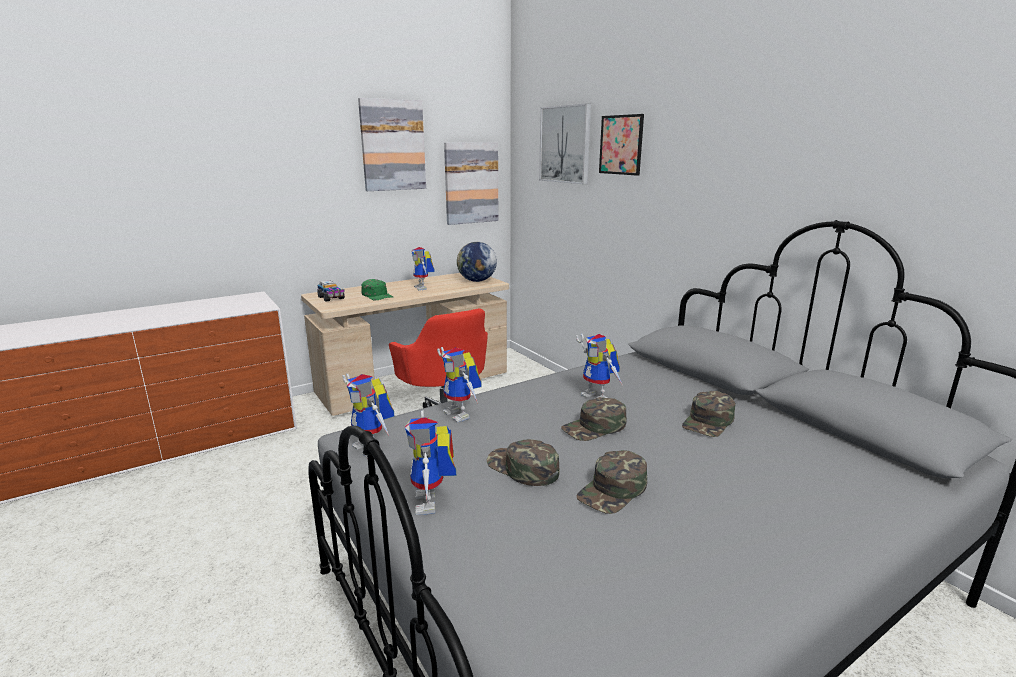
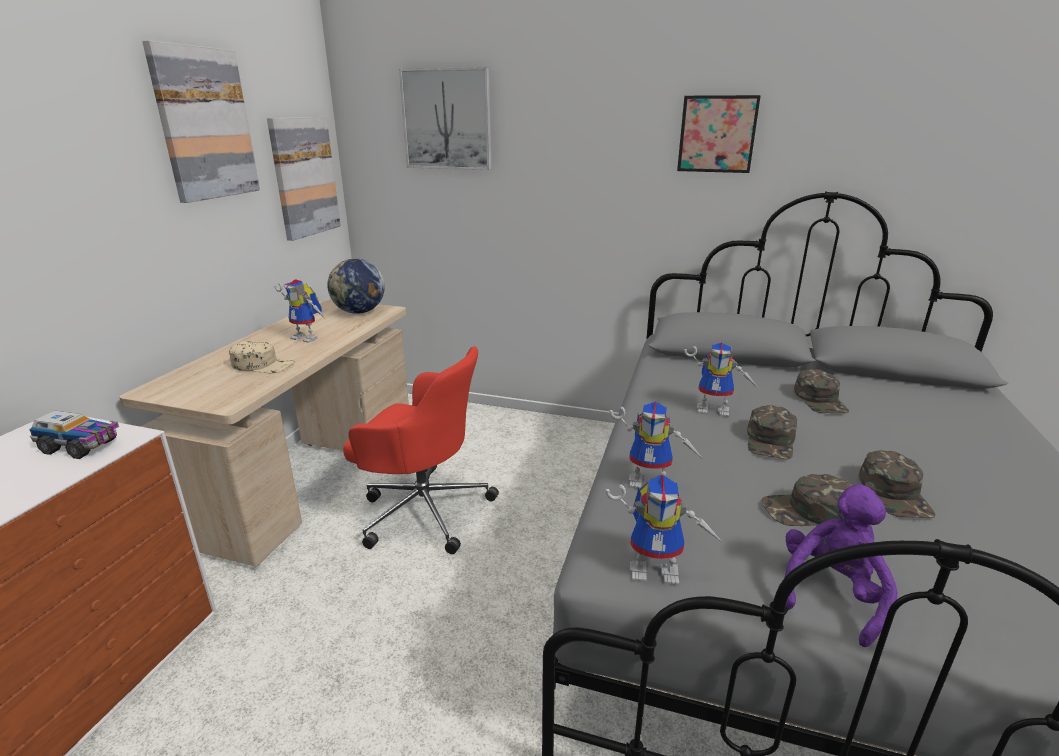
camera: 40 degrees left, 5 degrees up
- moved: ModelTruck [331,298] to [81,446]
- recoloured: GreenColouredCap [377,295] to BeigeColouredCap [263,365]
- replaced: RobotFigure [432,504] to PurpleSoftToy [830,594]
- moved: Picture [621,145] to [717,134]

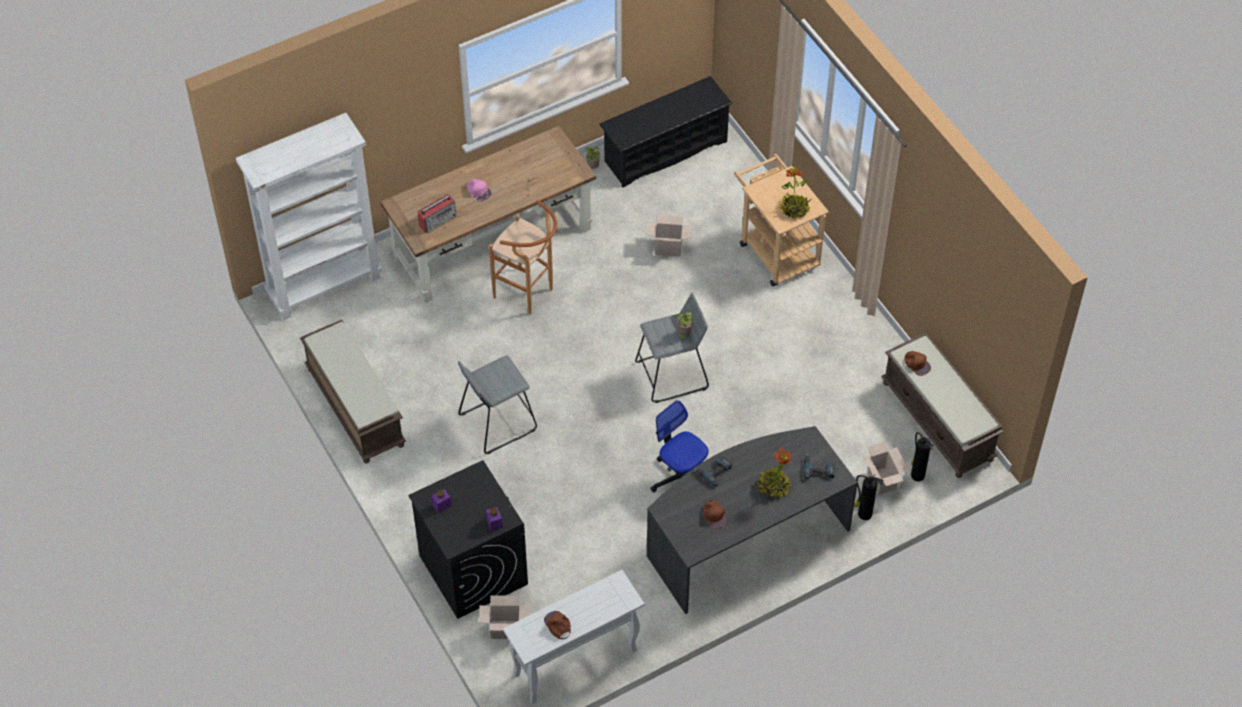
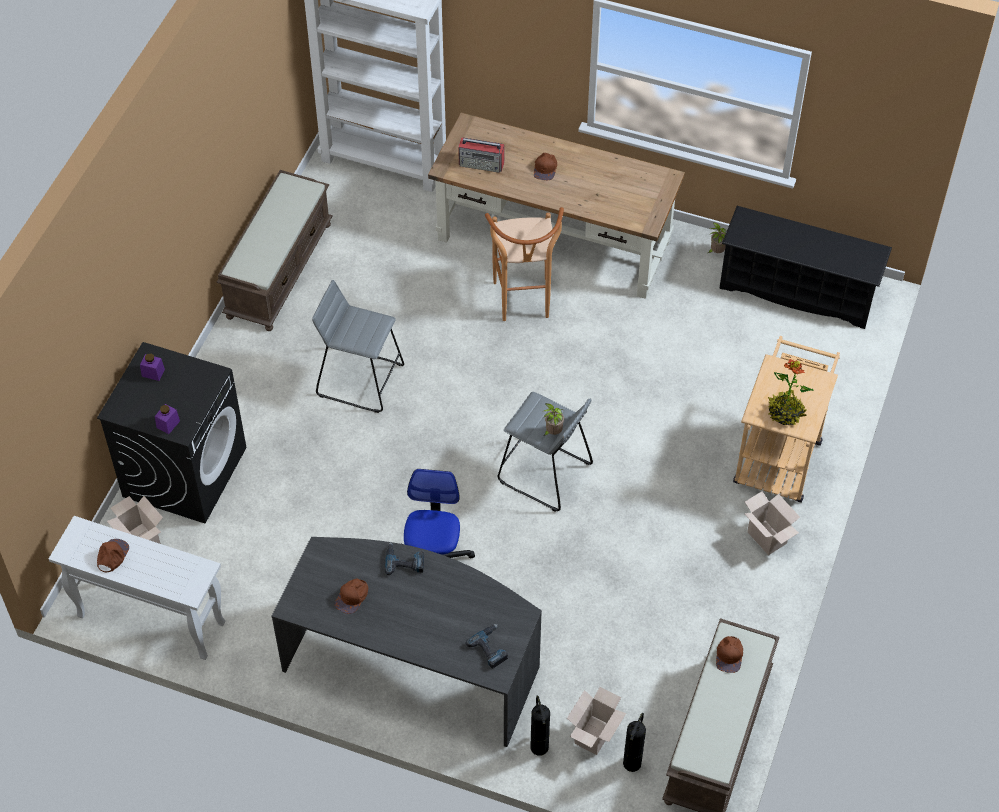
camera: 50 degrees right, 0 degrees up
- recoloured: PinkishCap [478,191] to BrownCap [545,168]
- moved: PackingBox [669,248] to [768,538]
- removed: PlantInAPot [773,487]

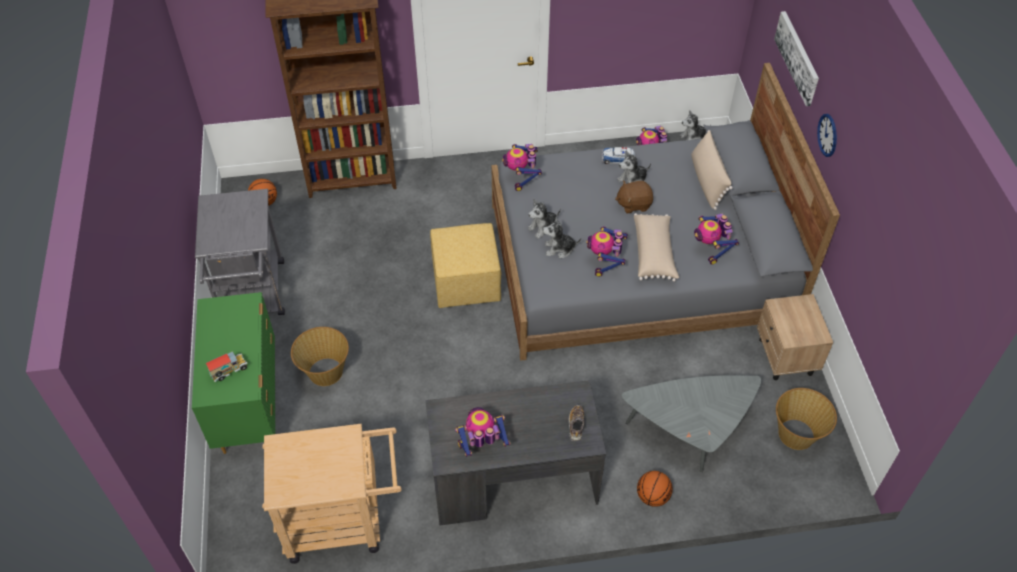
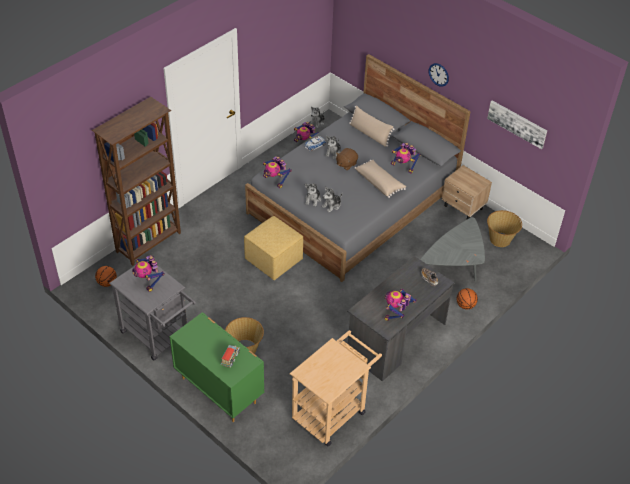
camera: 40 degrees left, 5 degrees down
- moved: RobotFigure [605,262] to [148,281]
- moved: Picture [797,57] to [517,123]

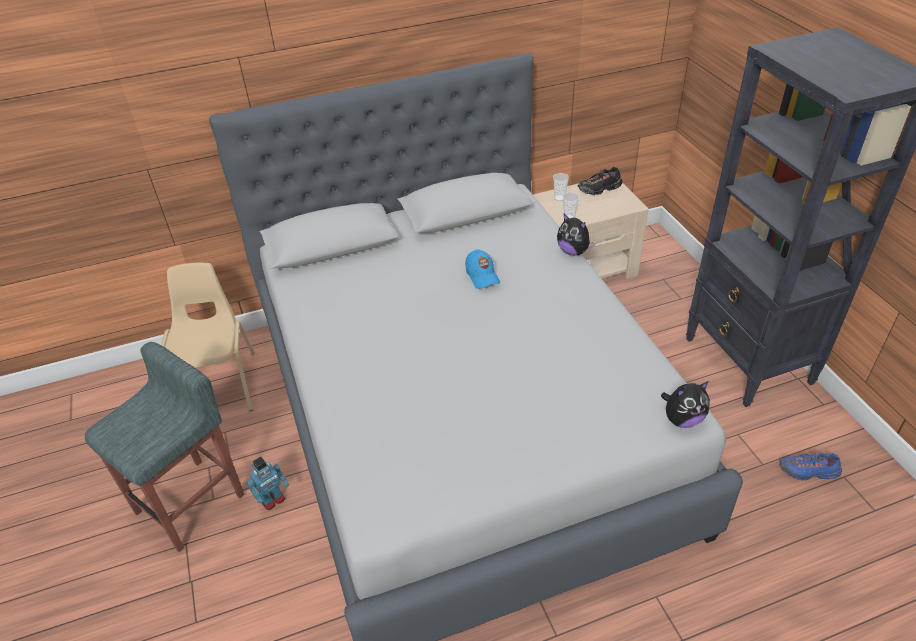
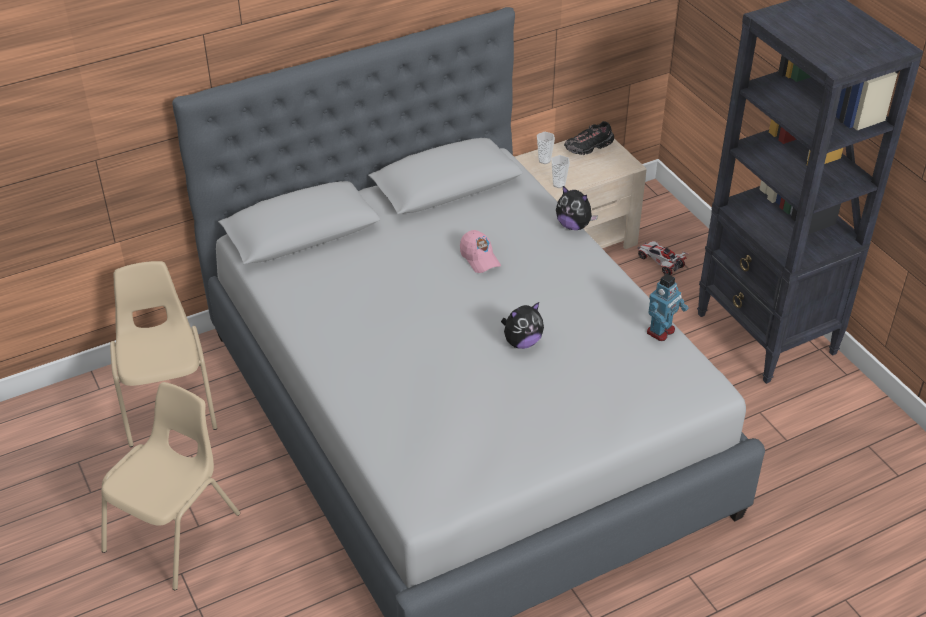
camera: 10 degrees left, 0 degrees up
- replaced: GrayStool [192,502] to BeigeColouredUprightChair [175,532]
- moved: RobotFigure [273,500] to [661,331]
- recoloured: BlueCap [482,276] to PinkishCap [479,258]
- moved: SoftToy [682,419] to [522,342]
- removed: BlueLowShoe [808,472]
- added: ToyCar [660,263]

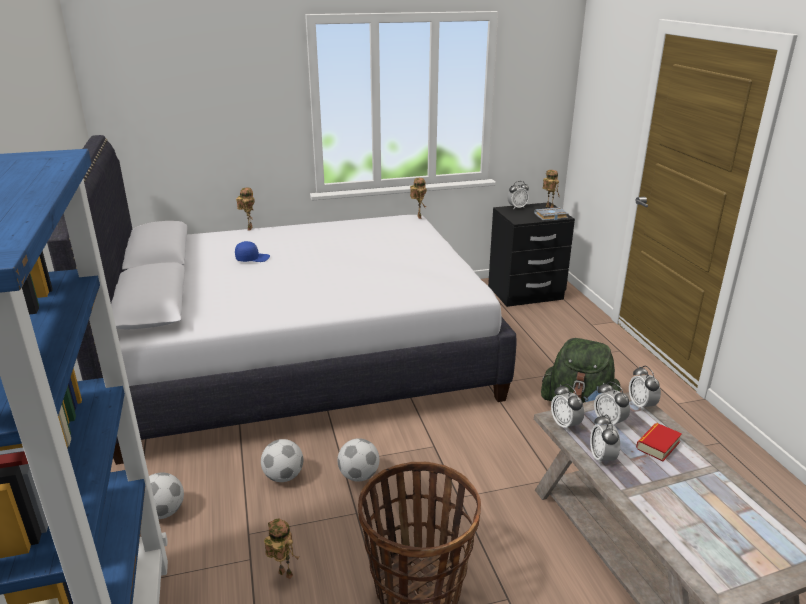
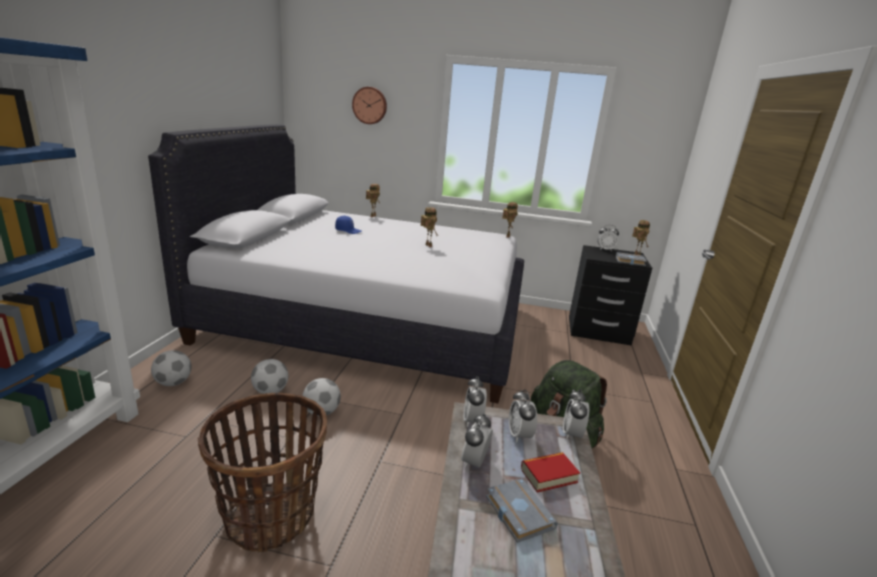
camera: 25 degrees right, 5 degrees down
- moved: RobotFigure [283,575] to [427,245]
- added: ClockOnTheWall [370,105]
- added: GrayBook [517,512]

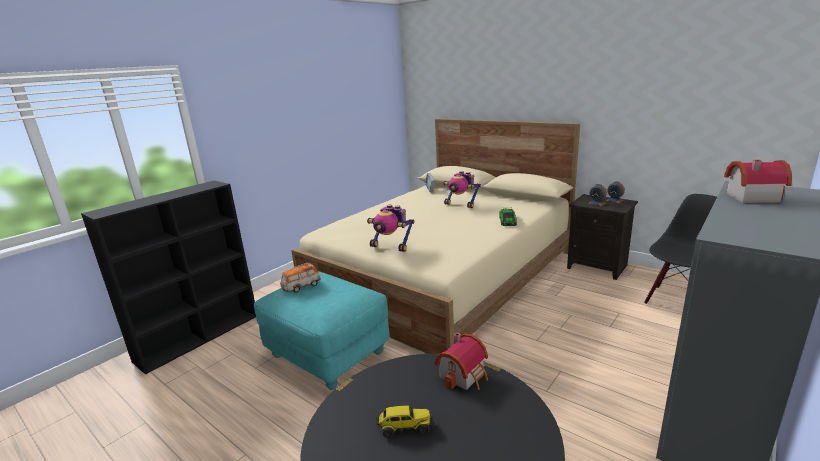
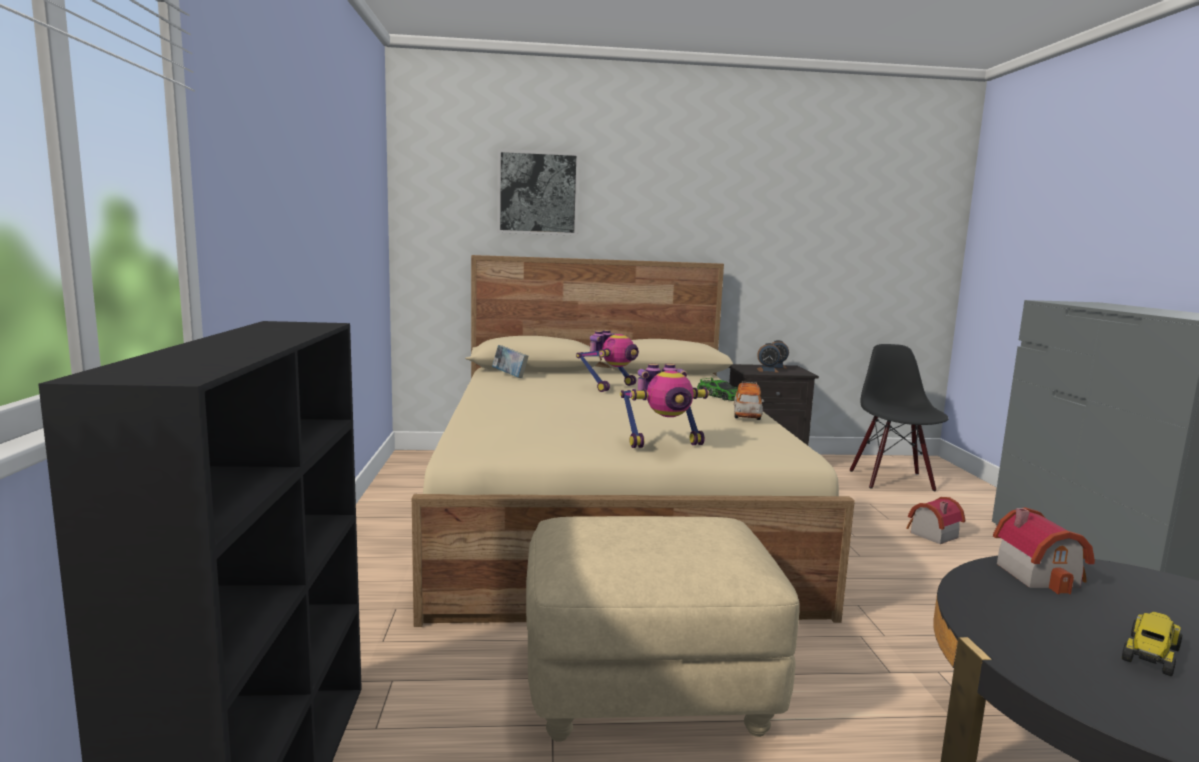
camera: 45 degrees left, 10 degrees down
- recoloured: TurquoiseColouredPouffe [328,354] to BeigeColouredPouffe [648,687]
- moved: ToyCar [301,286] to [747,416]
- turned: RobotFigure [461,204] = [611,387] 45 degrees counterclockwise
- moved: ToyHouse [749,197] to [930,534]
- added: Picture [538,193]

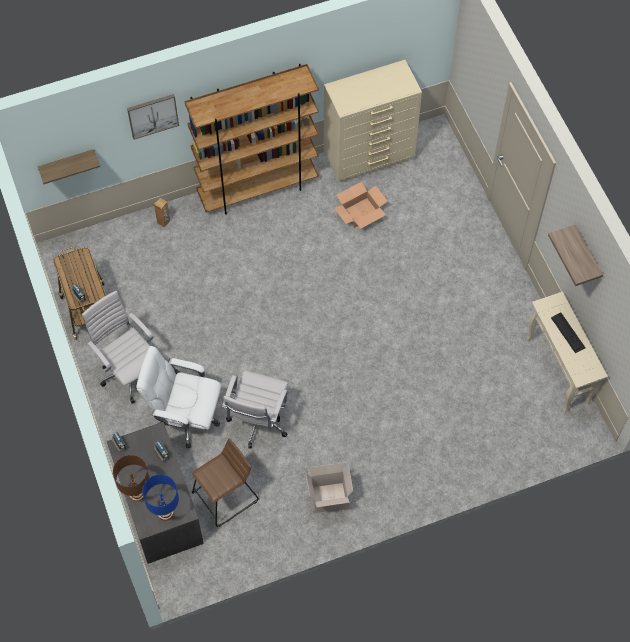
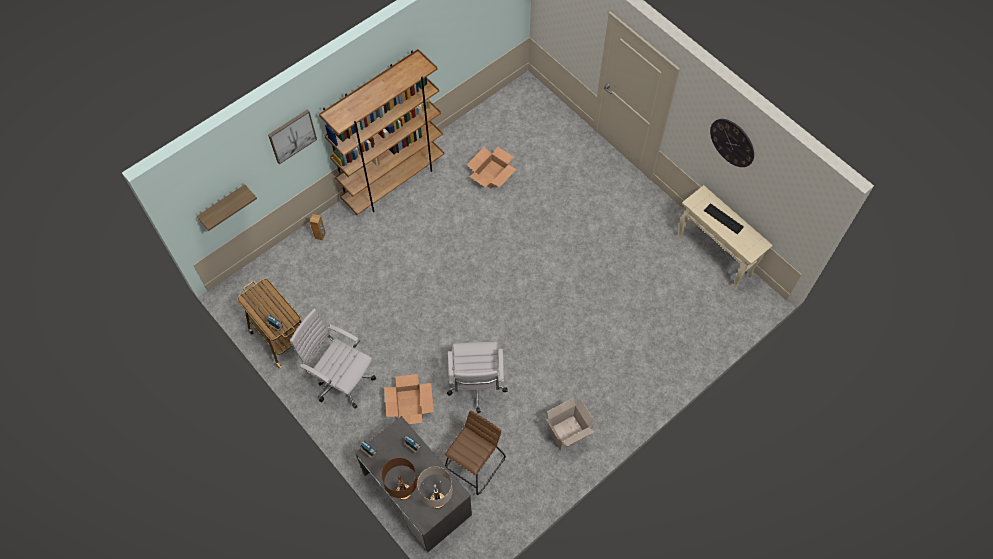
camera: 20 degrees left, 0 degrees up
- replaced: WhiteColouredDeskChair [186,418] to PackingBox [410,405]
- recoloured: BlueTableLamp [165,513] to BeigeColouredTableLamp [438,501]
- removed: BeigeColouredDresser [369,157]
- replaced: WallShelf [587,255] to ClockOnTheWall [732,142]

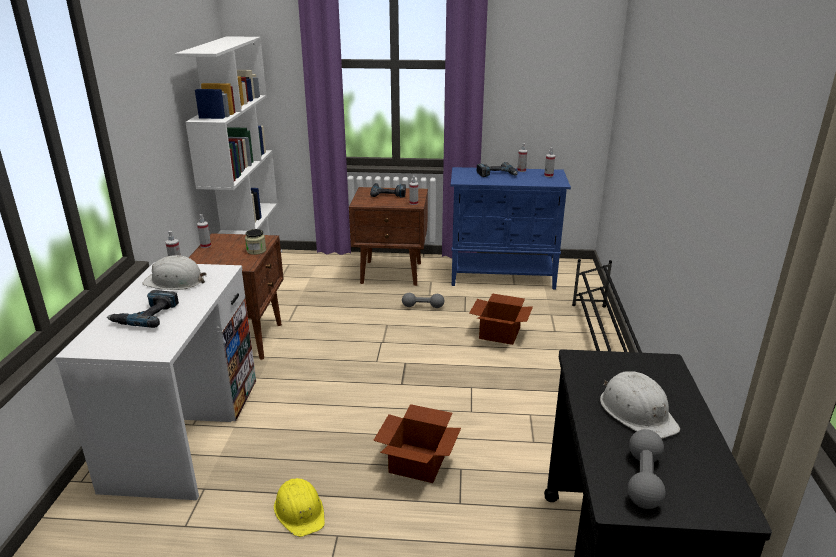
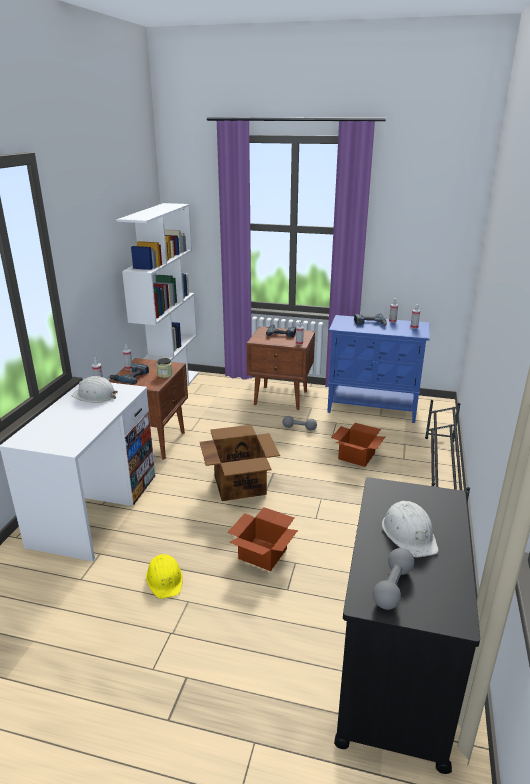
camera: 10 degrees right, 0 degrees up
- moved: PowerDrill [146,315] to [130,377]
- added: PackingBox [240,484]

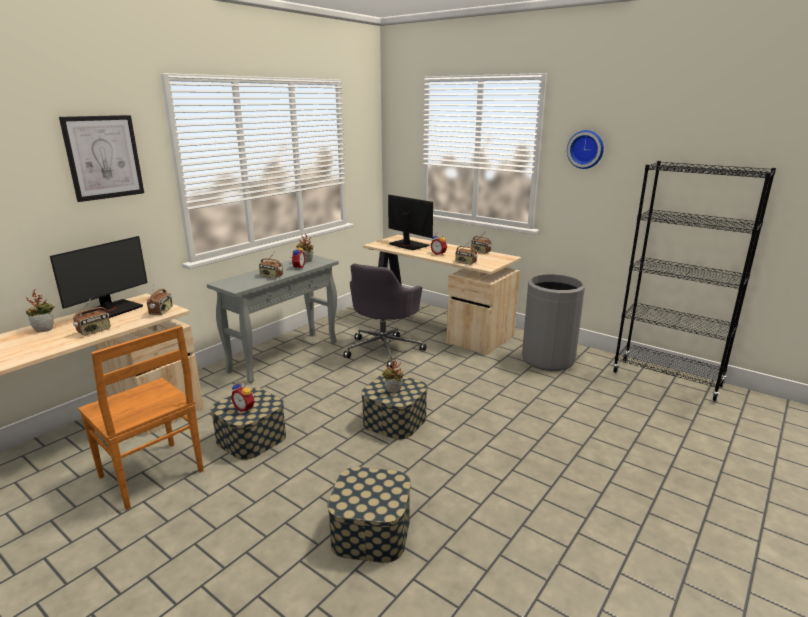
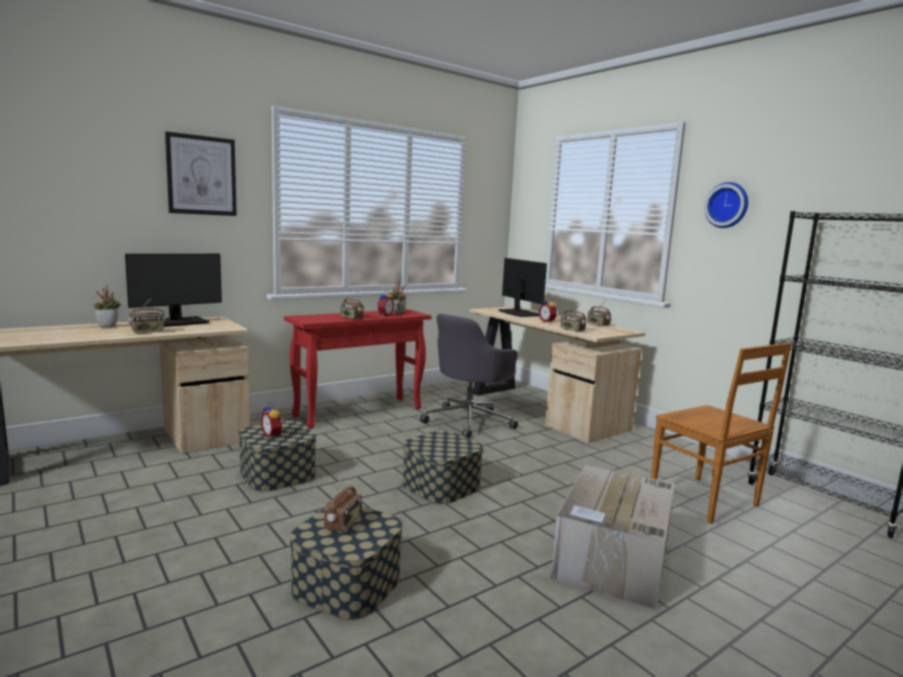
camera: 15 degrees right, 10 degrees down
- moved: BrownUprightChair [152,475] to [706,500]
- moved: Radio [161,311] to [343,524]
- recoloured: GrayConsoleTable [285,356] to RedColouredConsoleTable [359,412]
- removed: PlantInAPot [393,392]
- removed: GrayRubbishBin [547,360]
- added: PackingBox [613,559]

